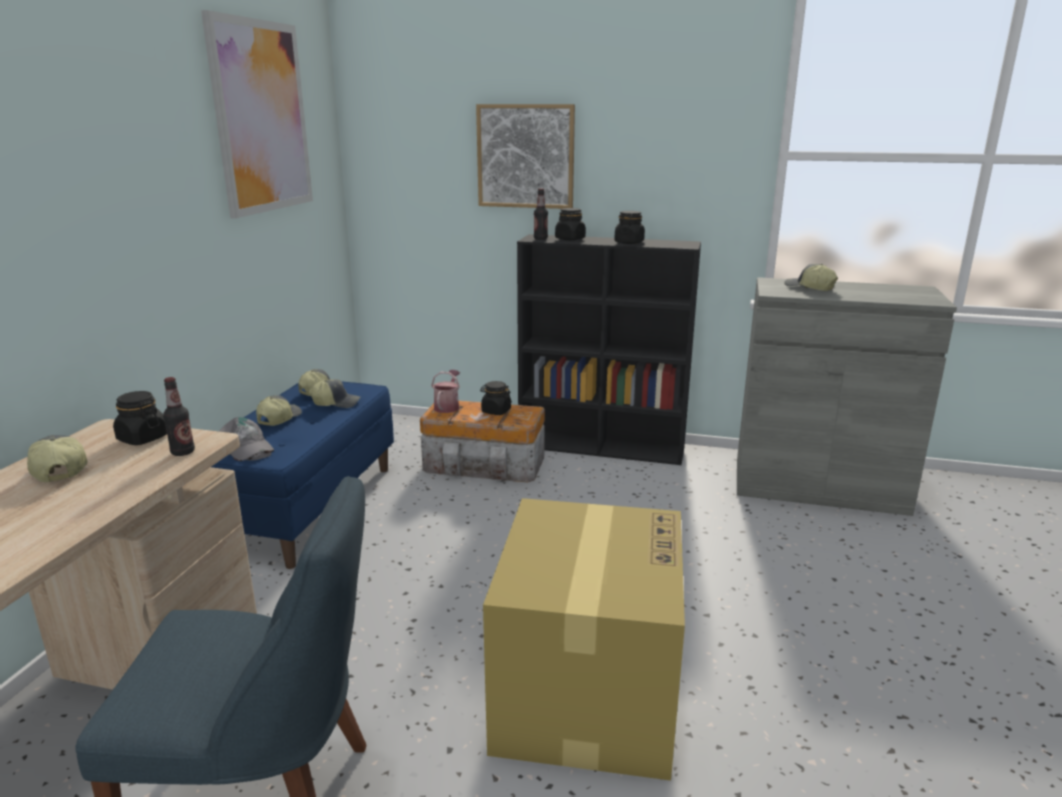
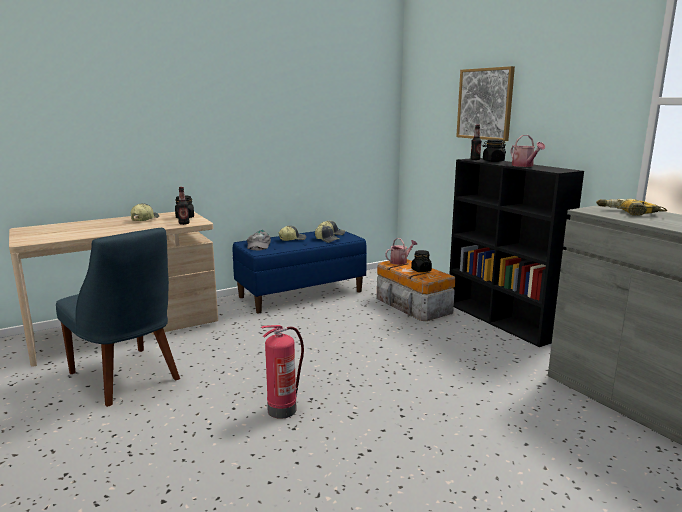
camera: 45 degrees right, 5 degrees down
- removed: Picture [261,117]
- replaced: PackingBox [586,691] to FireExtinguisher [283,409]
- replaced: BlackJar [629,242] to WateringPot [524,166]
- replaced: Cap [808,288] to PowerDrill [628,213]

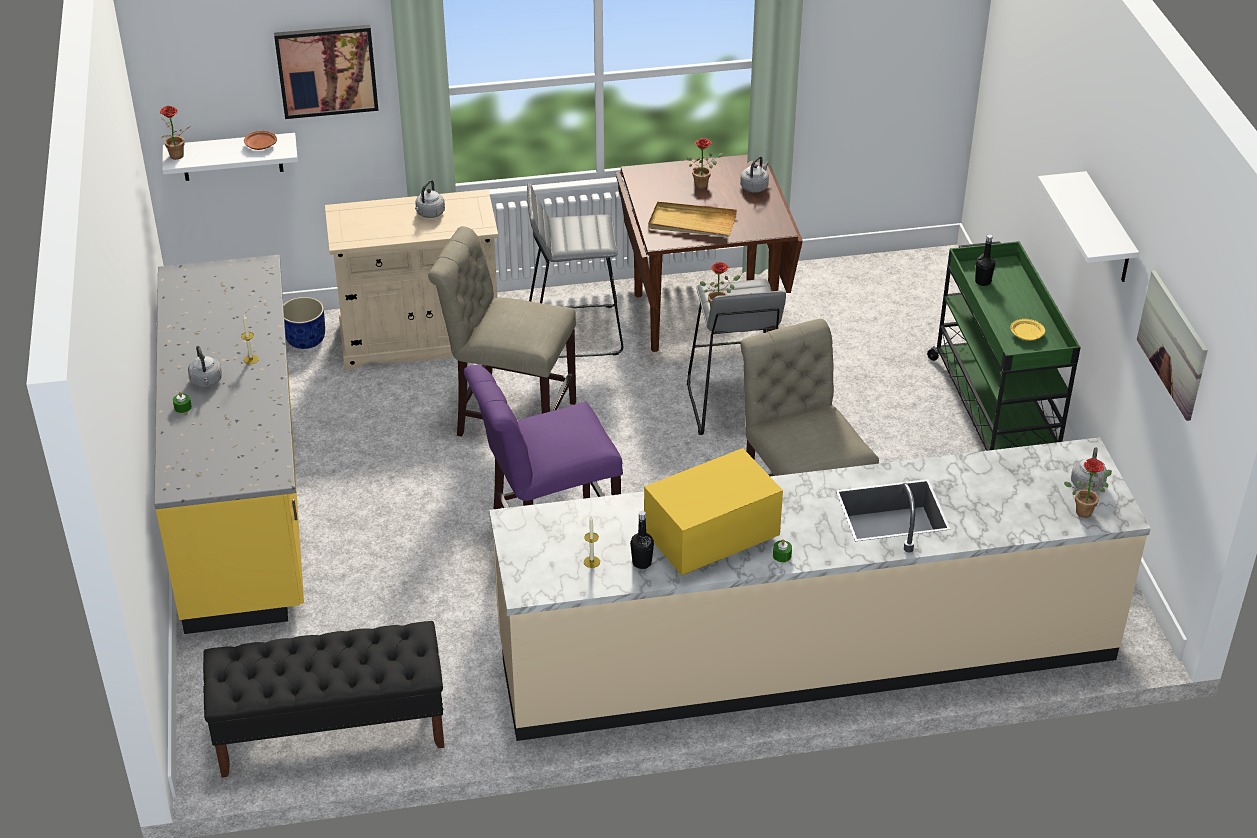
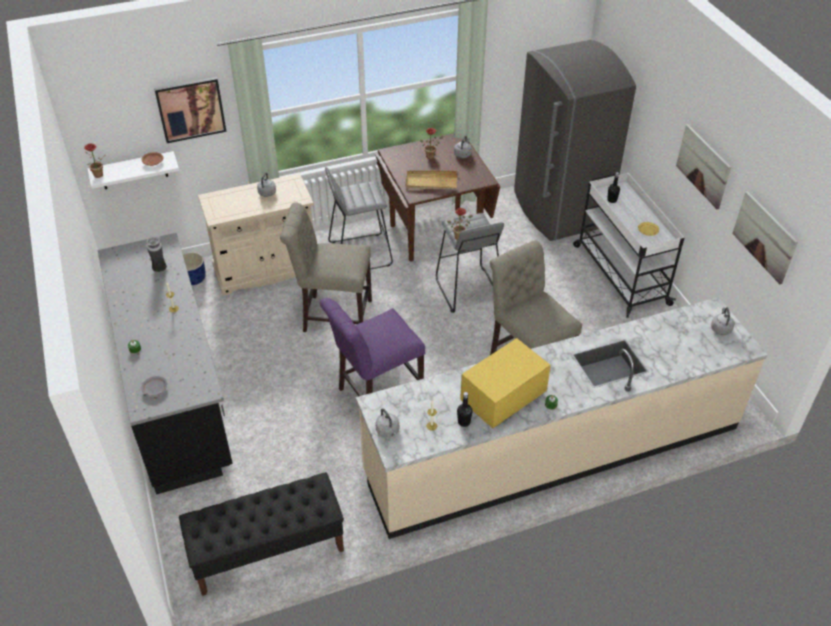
camera: 10 degrees left, 5 degrees up
- recoloured: YellowCounter [244,498] to BlackCounter [176,392]
- moved: GrayKettle [206,382] to [388,431]
- recoloured: GreenColouredTrolley [993,408] to WhiteColouredTrolley [620,274]
- replaced: WhiteColouredWallShelf [1108,230] to Picture [703,166]
- removed: PlantInAPot [1085,510]
- added: GrayDinnerPlate [155,389]
- added: DecorativeVase [160,269]
- added: GrayRefrigerator [559,210]

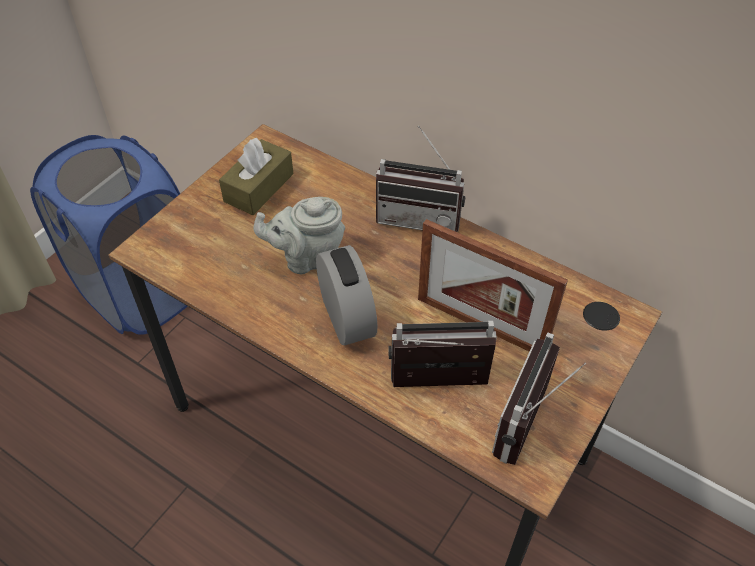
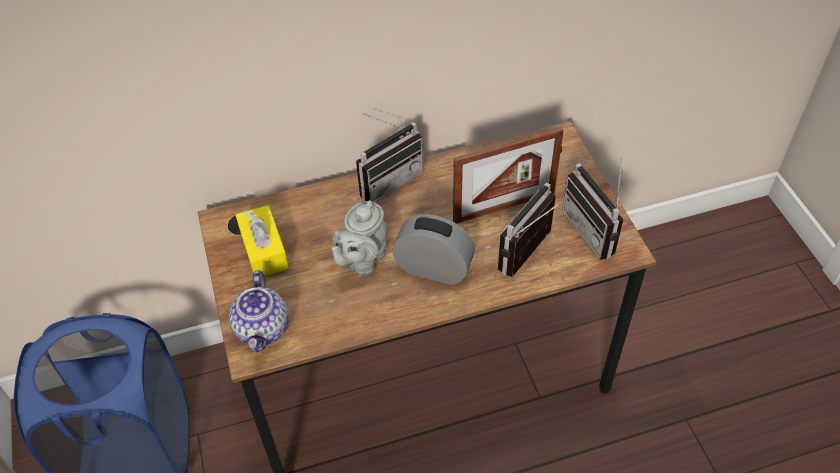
camera: 50 degrees left, 0 degrees up
- recoloured: BrownTissueBox [259,187] to YellowTissueBox [264,250]
- added: Teapot [263,329]

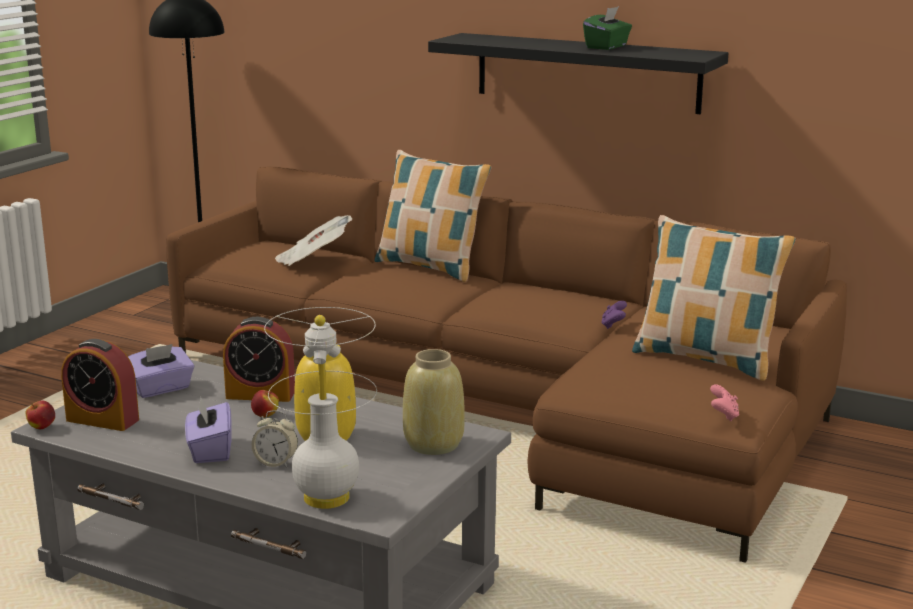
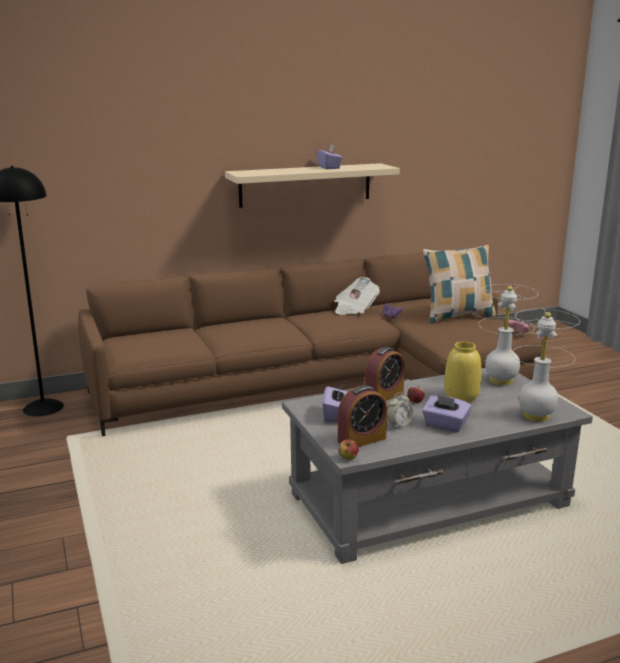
camera: 50 degrees left, 0 degrees up
- moved: AlarmClock [276,463] to [399,424]
- moved: DailyPaper [313,260] to [354,309]
- removed: Pillow [431,267]
- replaced: BeigeColouredDecorativeVase [434,444] to WhiteColouredTableLamp [500,380]
- recoloured: BlackWallShelf [587,72] to BeigeColouredWallShelf [305,185]
- recoloured: GreenColouredTissueBox [607,47] to PurpleTissueBox [329,167]

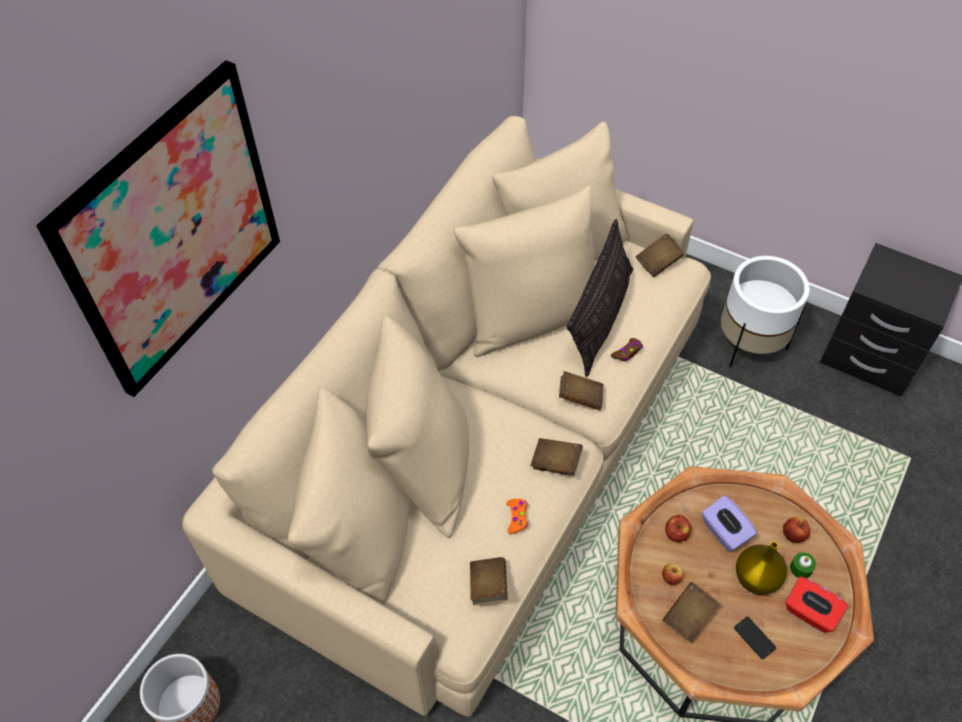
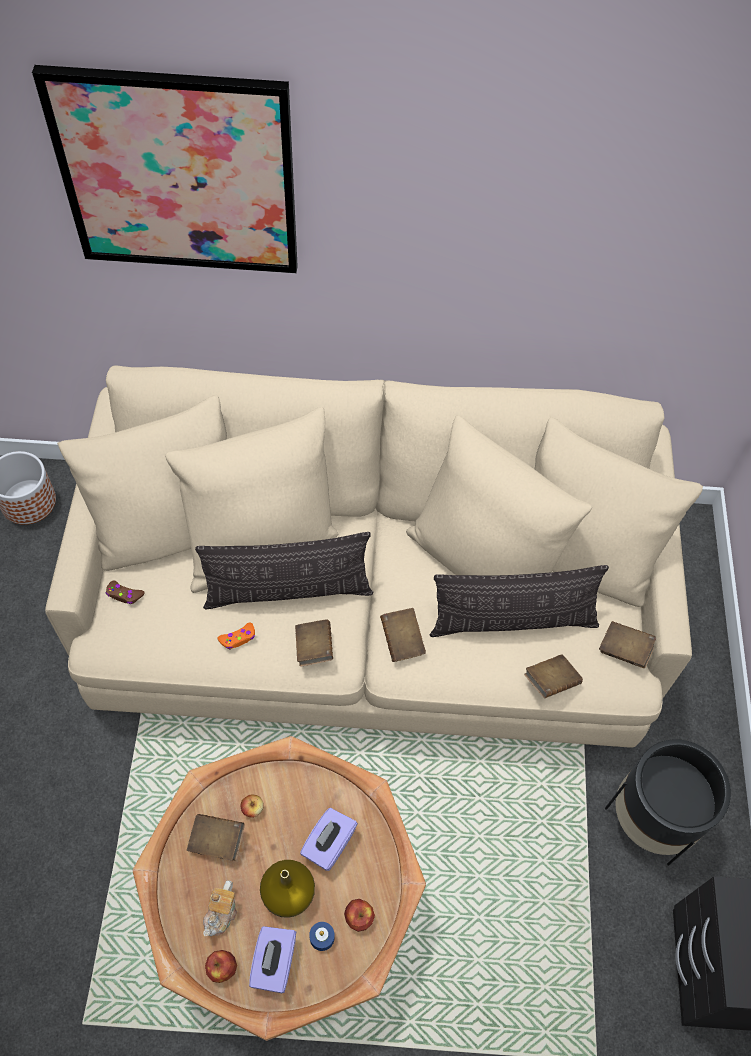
camera: 60 degrees right, 5 degrees up
- moved: BrownBook [488,586] to [551,681]
- moved: BrownJoypad [627,352] to [124,595]
- moved: Apple [676,533] to [222,968]
- recoloured: WhiteColouredFlowerPot [750,344] to BlackFlowerPot [649,820]
- replaced: Handset [754,638] to Teapot [221,913]
- recoloured: RedColouredTissueBox [810,612] to PurpleTissueBox [274,962]
- recoloured: GreenColouredWaxLight [801,568] to BlueWaxLight [322,937]
- added: Pillow [288,591]

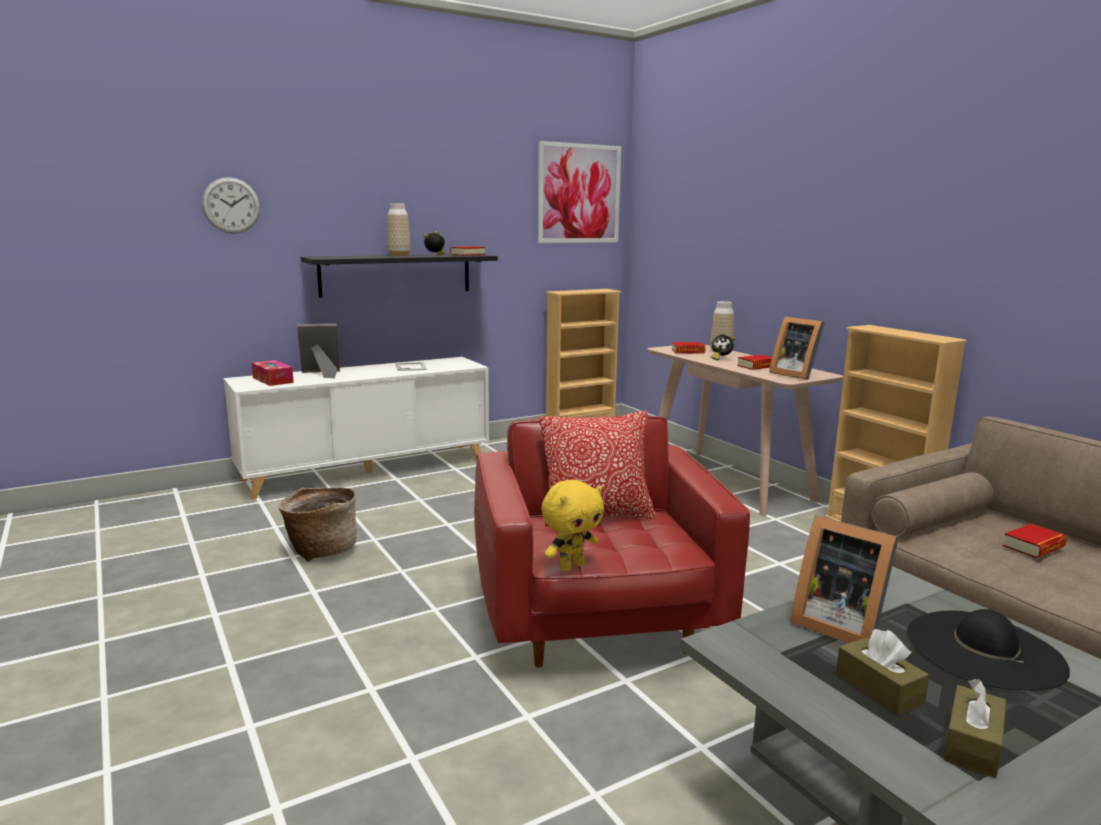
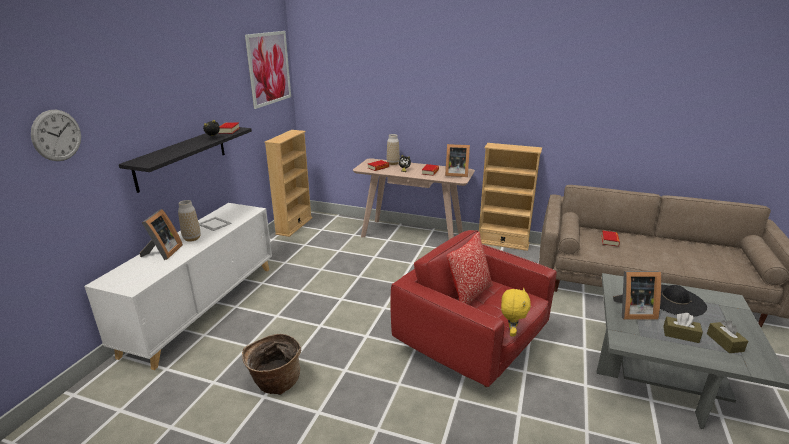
camera: 40 degrees left, 10 degrees up
- removed: TissueBox [272,380]
- turned: PhotoFrame [322,374] = [163,253] 150 degrees clockwise
- moved: DecorativeVase [399,255] to [192,238]

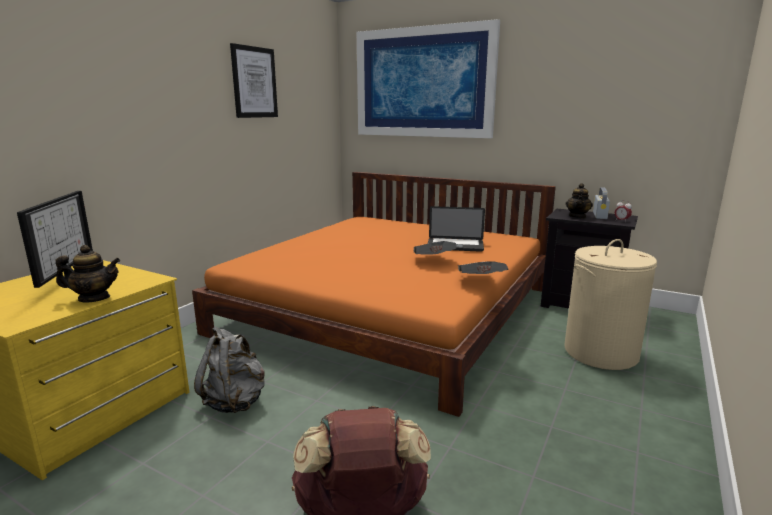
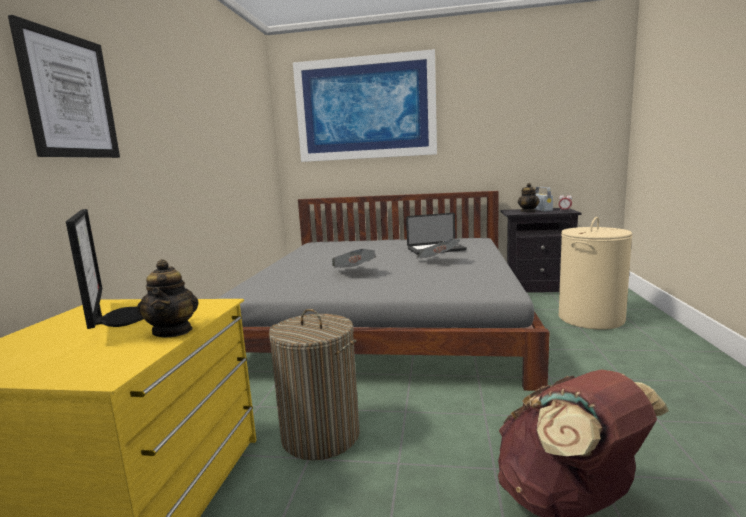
camera: 20 degrees left, 5 degrees down
- turned: Teapot [94,298] = [173,331] 105 degrees clockwise
- recoloured: OrangeSleepingBed [390,309] to GraySleepingBed [386,320]
- replaced: GrayBackpack [235,401] to WashingBasket [320,435]
- moved: Picture [254,82] to [69,96]
- moved: DailyPaper [481,282] to [354,271]

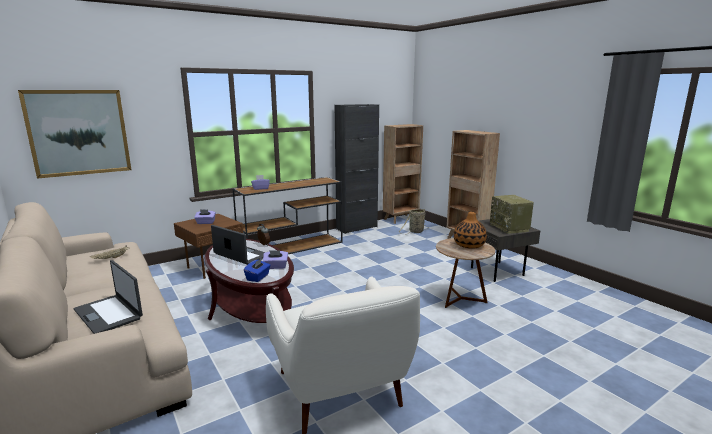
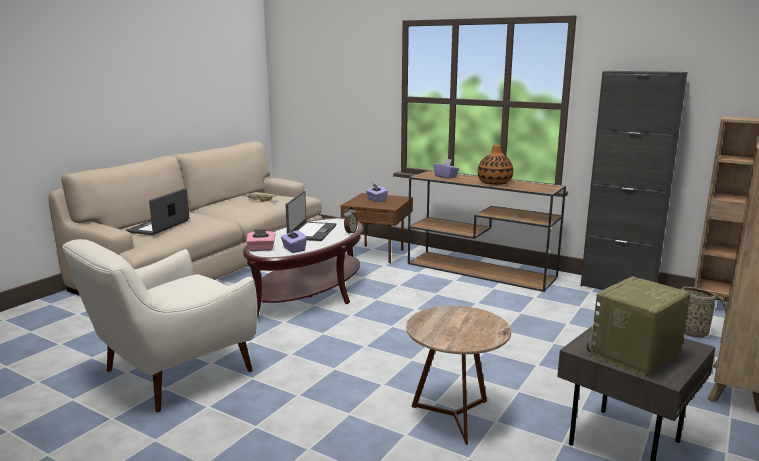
camera: 65 degrees right, 0 degrees up
- removed: Picture [79,132]
- recoloured: BlueTissueBox [258,277] to PinkishTissueBox [261,249]
- moved: DecorativeVase [469,245] to [494,182]

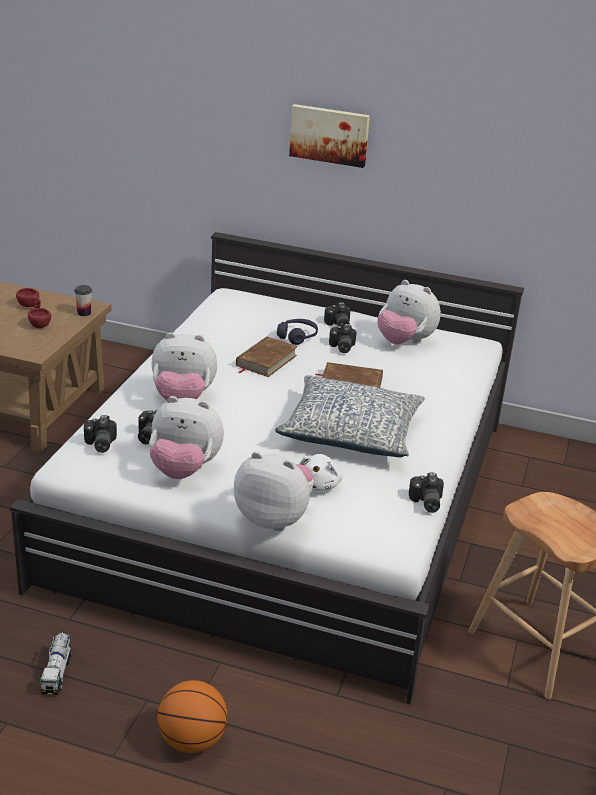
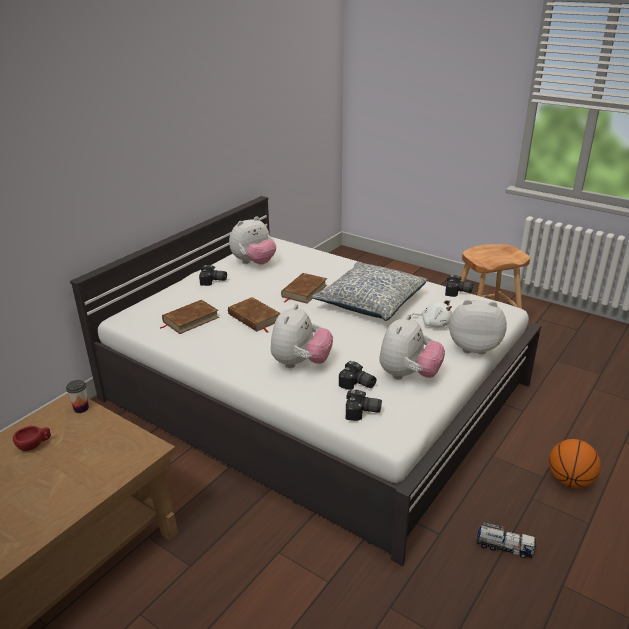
camera: 70 degrees left, 0 degrees up
- removed: RedColouredSmallCup [38,325]
- turned: SoftToy [274,518] = [473,347] 60 degrees clockwise
- removed: PurpleHeadphones [297,337]
- removed: Picture [329,135]
- removed: PhotoCamera [341,347]
- added: BrownBook [190,319]

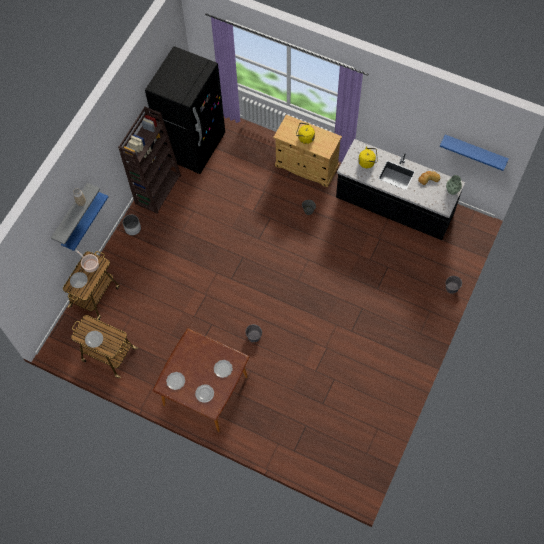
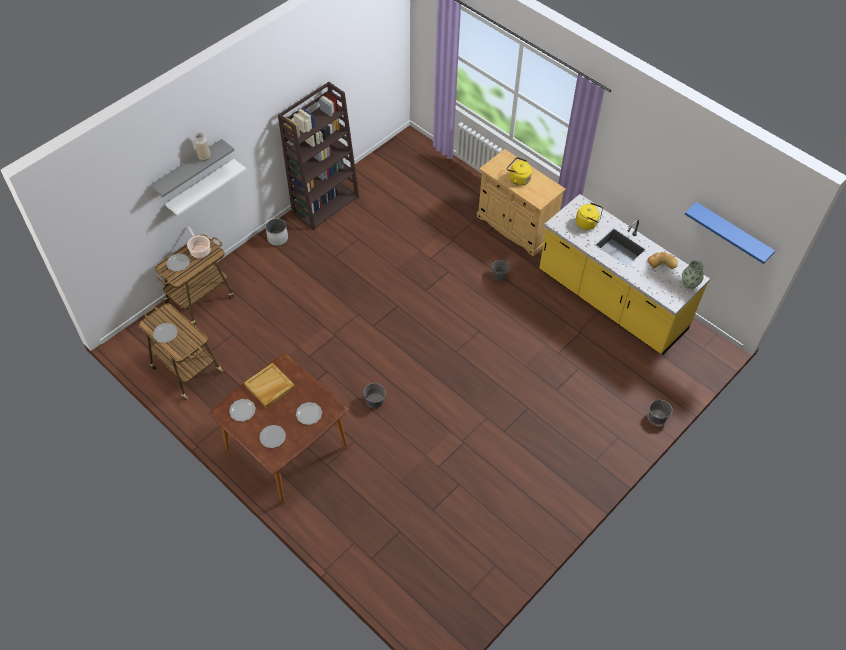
camera: 15 degrees right, 10 degrees down
- recoloured: BlueWallShelf [80,221] to WhiteColouredWallShelf [202,188]
- removed: BlackRefrigerator [193,146]
- recoloured: BlackCounter [394,208] to YellowCounter [611,302]
- added: BeigeColouredServingTray [269,386]

